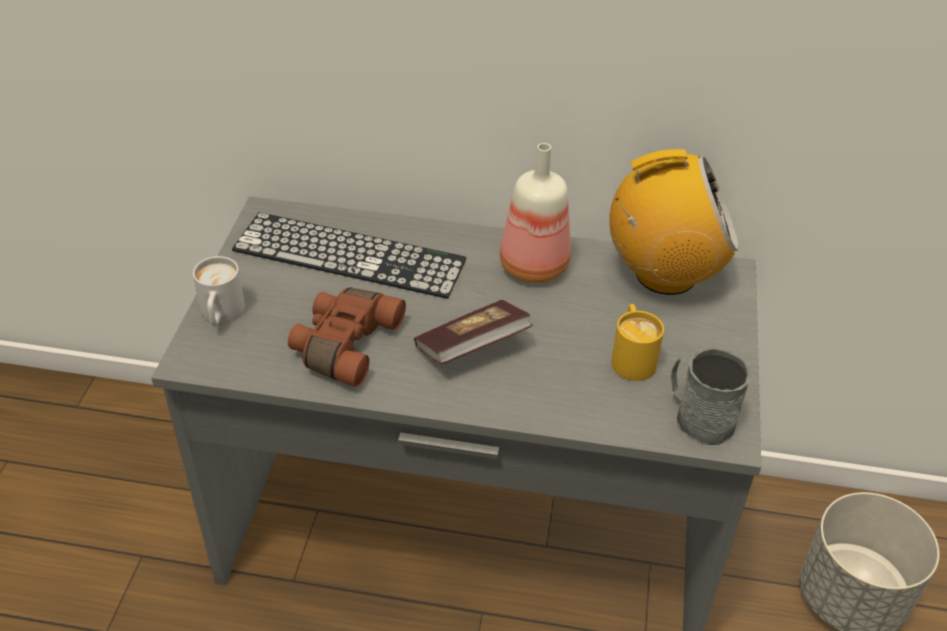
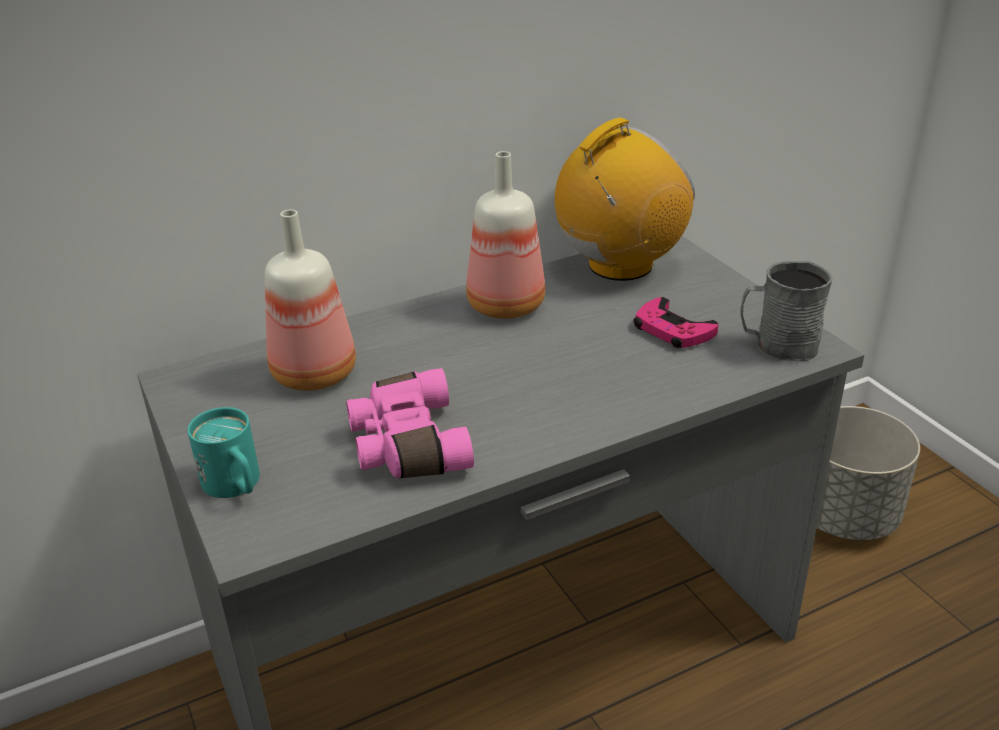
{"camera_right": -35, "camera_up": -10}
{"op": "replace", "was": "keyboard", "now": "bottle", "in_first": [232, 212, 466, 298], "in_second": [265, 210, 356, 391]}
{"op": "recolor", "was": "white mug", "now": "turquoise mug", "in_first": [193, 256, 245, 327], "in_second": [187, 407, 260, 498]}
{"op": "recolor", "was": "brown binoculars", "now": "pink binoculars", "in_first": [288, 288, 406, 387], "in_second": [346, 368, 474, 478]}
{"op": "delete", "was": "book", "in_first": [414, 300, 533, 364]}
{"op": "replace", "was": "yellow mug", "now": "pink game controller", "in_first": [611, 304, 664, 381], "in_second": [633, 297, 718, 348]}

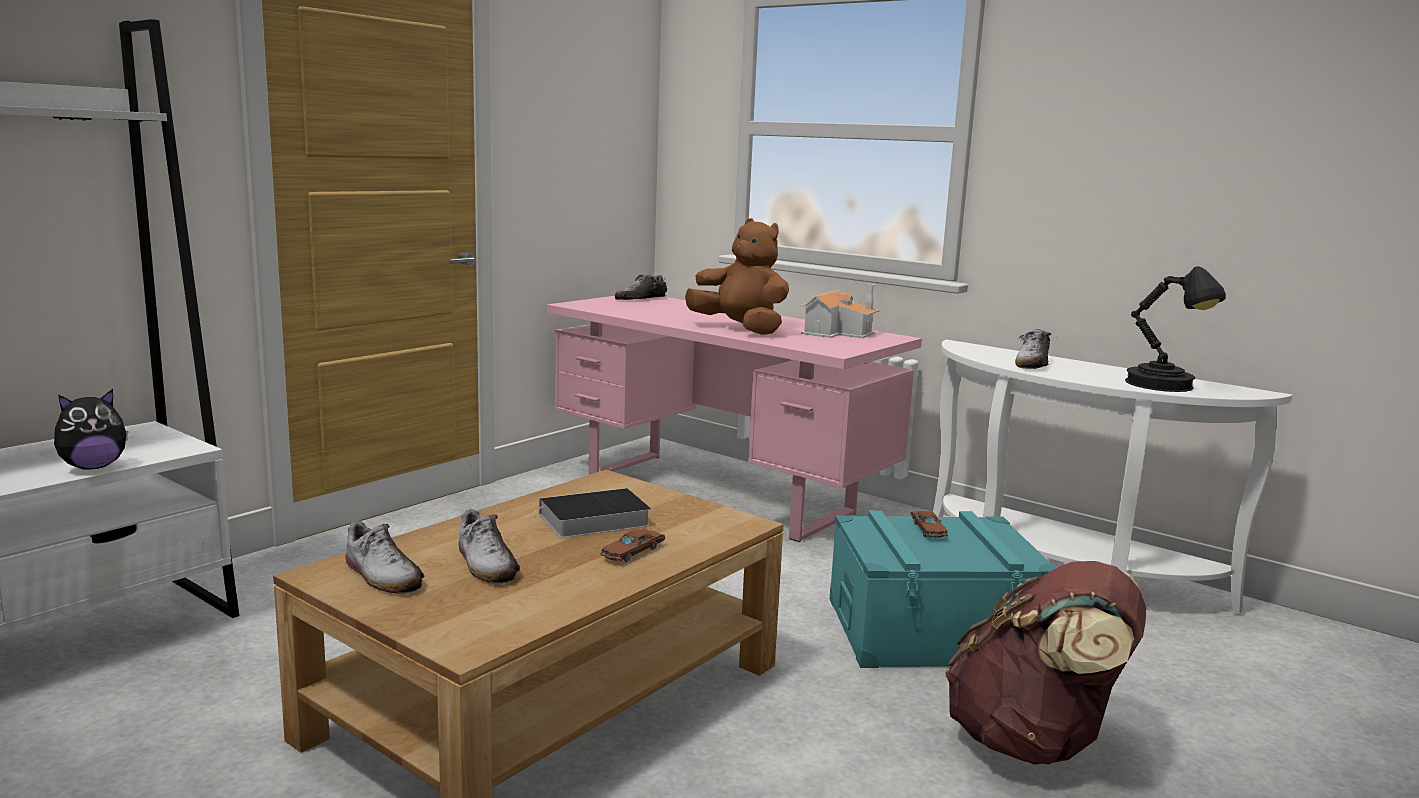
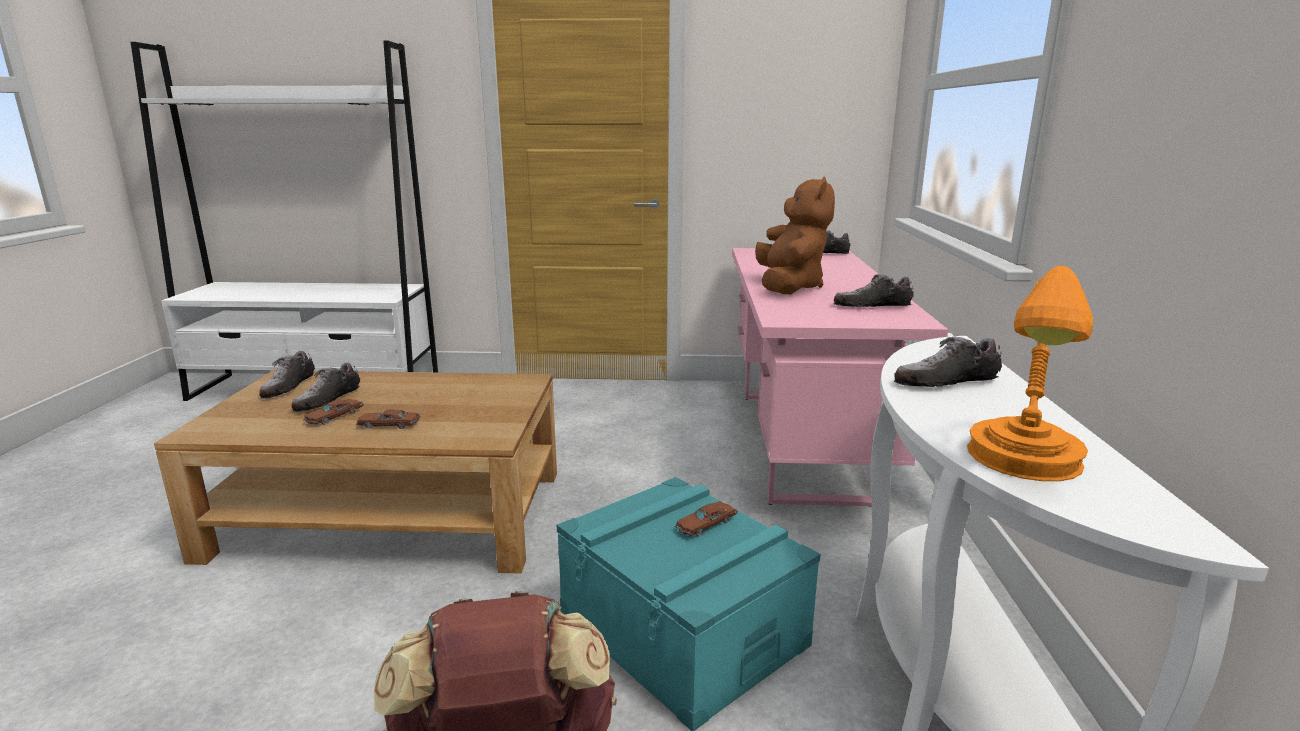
{"camera_right": 55, "camera_up": 5}
{"op": "recolor", "was": "black table lamp", "now": "orange table lamp", "in_first": [1125, 266, 1226, 392], "in_second": [967, 266, 1093, 481]}
{"op": "replace", "was": "toy house", "now": "shoe", "in_first": [800, 284, 879, 338], "in_second": [834, 274, 914, 307]}
{"op": "delete", "was": "plush toy", "in_first": [54, 389, 128, 470]}
{"op": "delete", "was": "book", "in_first": [523, 488, 651, 538]}
{"op": "insert", "now": "brown toy car", "in_second": [303, 399, 364, 425]}

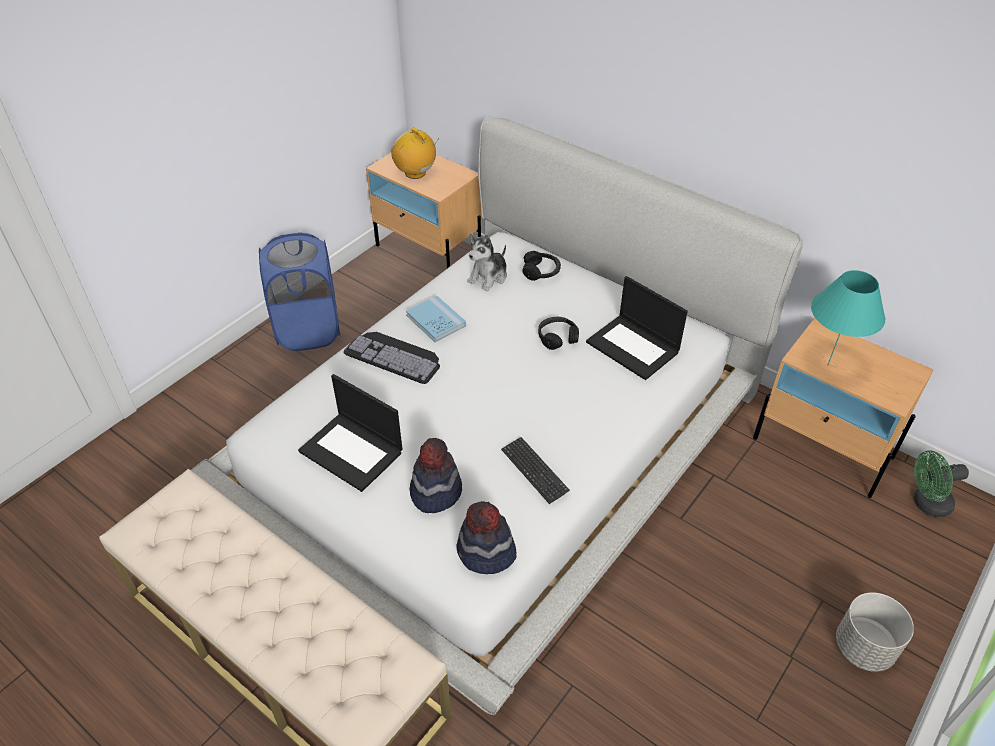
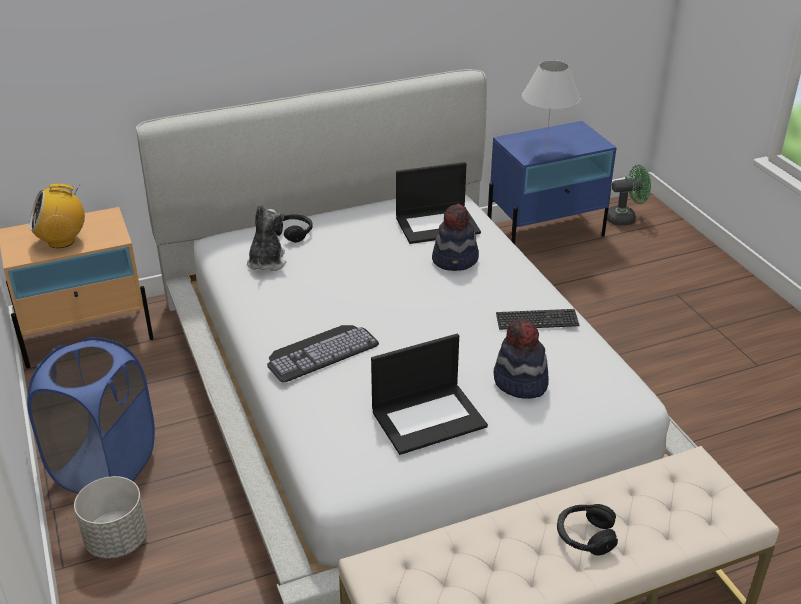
{"camera_right": -60, "camera_up": -10}
{"op": "rotate", "was": "plush toy", "in_first": [467, 234, 507, 291], "in_second": [247, 204, 286, 271], "clockwise": -150}
{"op": "recolor", "was": "turquoise table lamp", "now": "white table lamp", "in_first": [811, 270, 885, 366], "in_second": [522, 60, 581, 150]}
{"op": "delete", "was": "blue book", "in_first": [406, 296, 466, 342]}
{"op": "move", "was": "black headphones", "in_first": [538, 317, 579, 350], "in_second": [557, 504, 618, 556]}
{"op": "recolor", "was": "beige nightstand", "now": "blue nightstand", "in_first": [753, 318, 934, 498], "in_second": [488, 121, 617, 244]}
{"op": "rotate", "was": "green fan", "in_first": [914, 450, 969, 517], "in_second": [607, 165, 651, 226], "clockwise": -120}
{"op": "move", "was": "hat", "in_first": [456, 501, 517, 574], "in_second": [432, 204, 479, 271]}
{"op": "move", "was": "grey planter", "in_first": [836, 592, 914, 672], "in_second": [74, 476, 147, 559]}

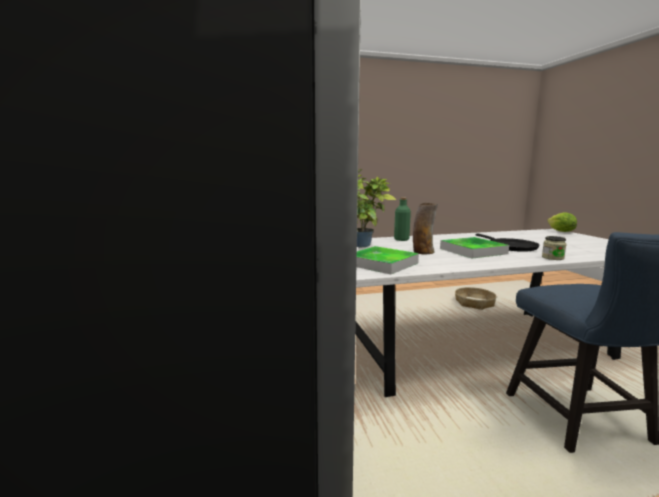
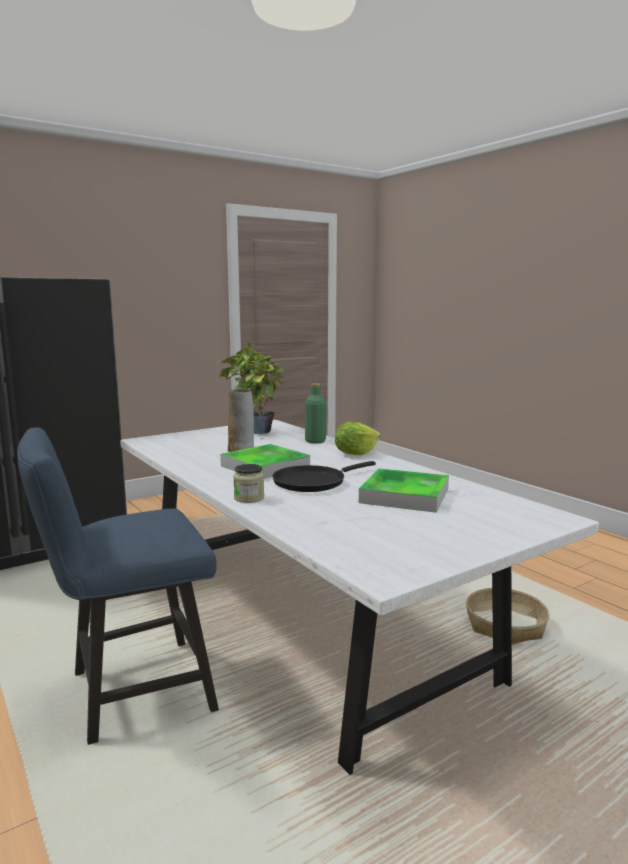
{"camera_right": 70, "camera_up": 0}
{"op": "move", "was": "lettuce", "in_first": [547, 213, 577, 232], "in_second": [335, 422, 381, 455]}
{"op": "move", "was": "tray", "in_first": [356, 246, 419, 274], "in_second": [359, 468, 449, 513]}

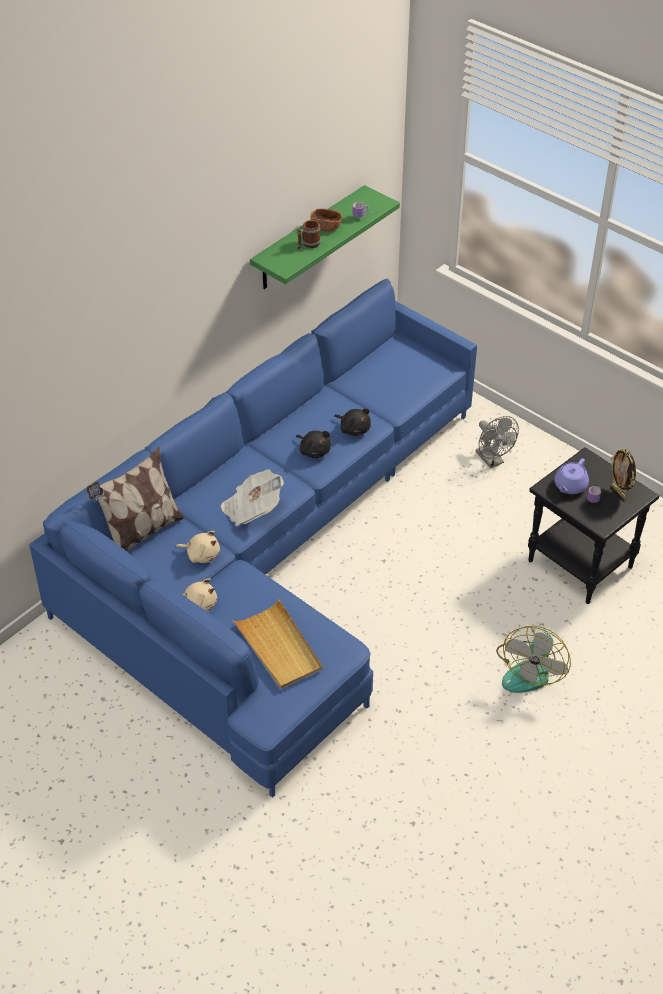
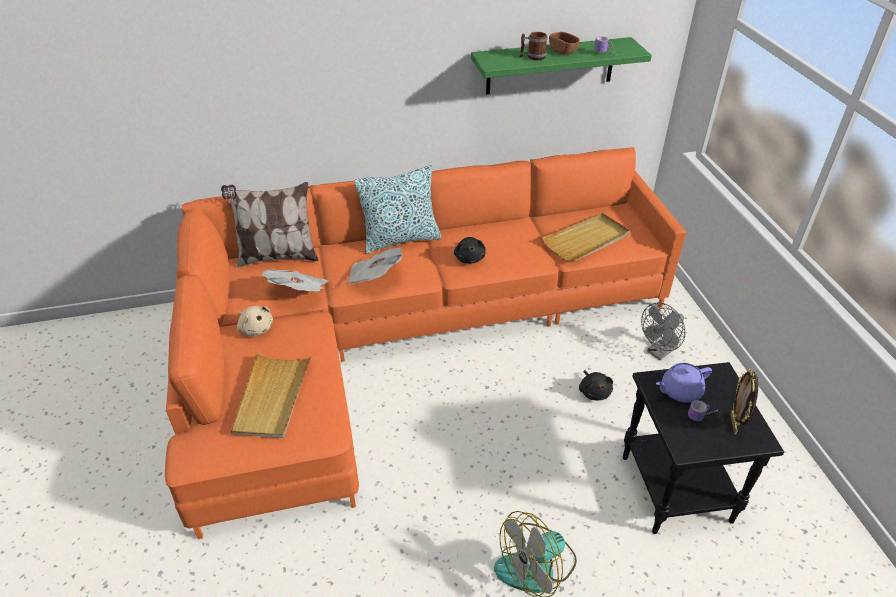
{"camera_right": 35, "camera_up": -5}
{"op": "recolor", "was": "blue sofa", "now": "orange sofa", "in_first": [29, 279, 477, 798], "in_second": [165, 147, 686, 539]}
{"op": "move", "was": "black plush toy", "in_first": [334, 409, 371, 436], "in_second": [579, 370, 613, 401]}
{"op": "rotate", "was": "grey fan", "in_first": [476, 416, 519, 468], "in_second": [641, 303, 686, 360], "clockwise": 45}
{"op": "replace", "was": "beige plush toy", "now": "newspaper", "in_first": [176, 531, 220, 563], "in_second": [262, 270, 328, 292]}
{"op": "insert", "now": "pillow", "in_second": [354, 165, 441, 254]}
{"op": "insert", "now": "beige tray", "in_second": [542, 213, 630, 262]}

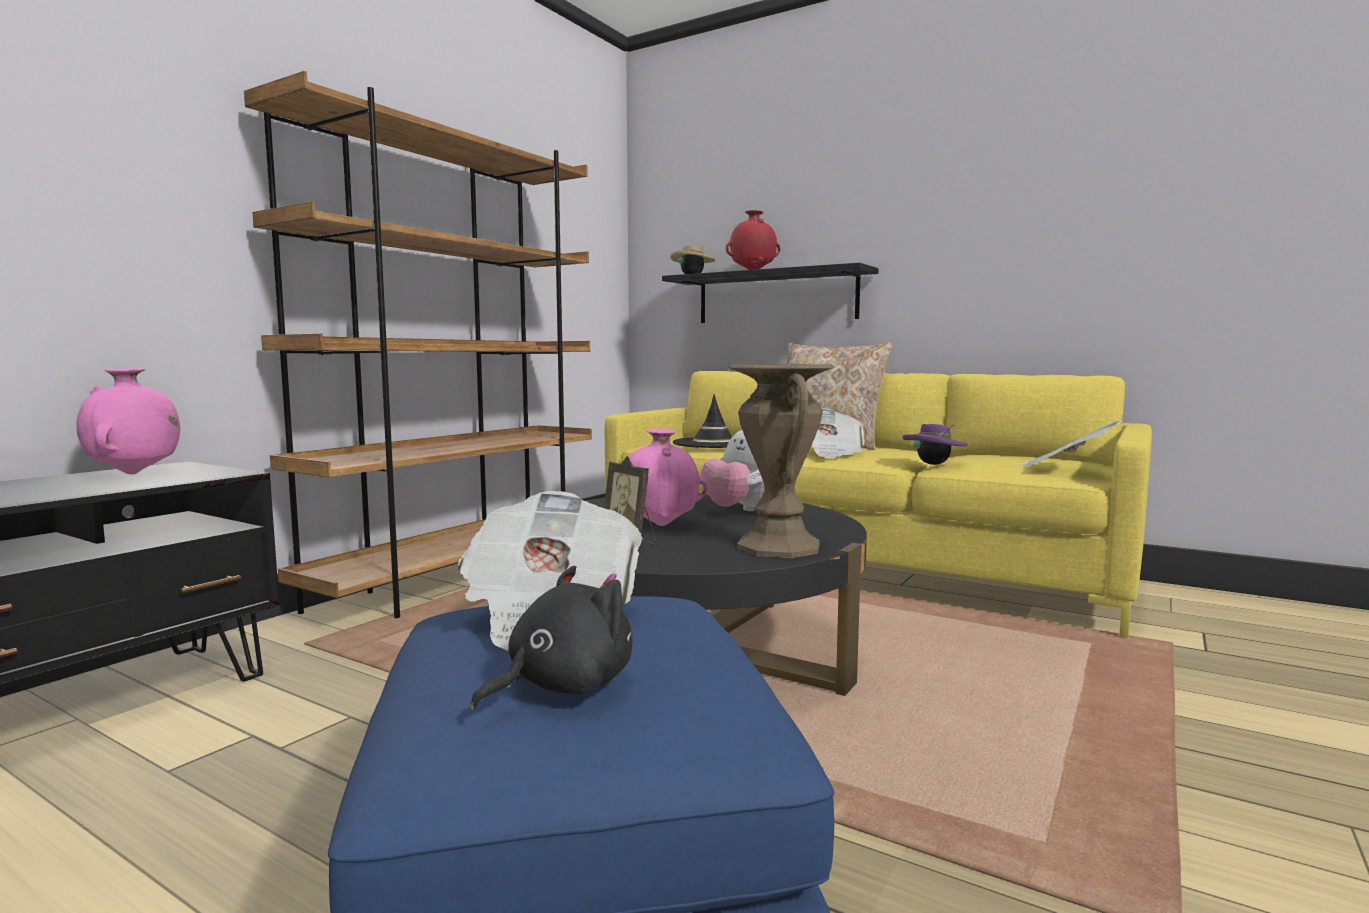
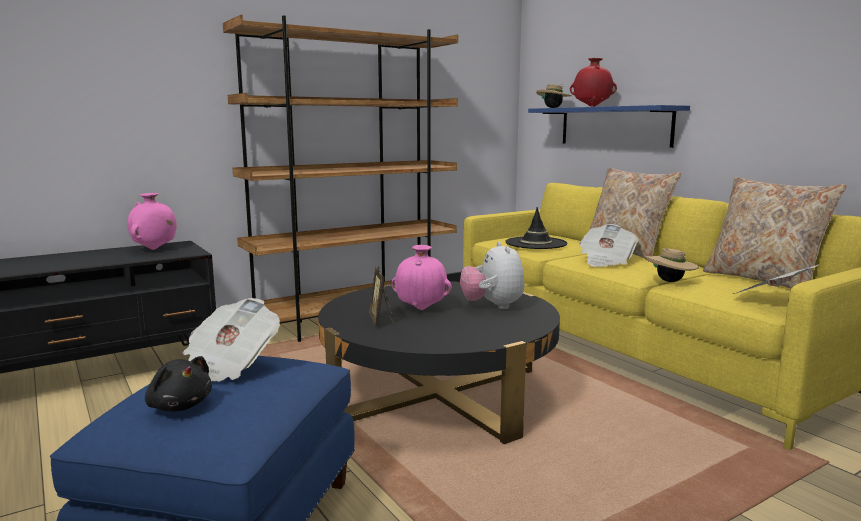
{"camera_right": 25, "camera_up": 5}
{"op": "recolor", "was": "black shelf", "now": "blue shelf", "in_first": [662, 263, 878, 323], "in_second": [528, 105, 690, 148]}
{"op": "delete", "was": "brown vase", "in_first": [728, 364, 834, 558]}
{"op": "recolor", "was": "purple hat", "now": "beige hat", "in_first": [903, 424, 968, 465], "in_second": [646, 248, 699, 282]}
{"op": "rotate", "was": "black plush toy", "in_first": [470, 566, 632, 710], "in_second": [145, 356, 212, 412], "clockwise": 60}
{"op": "insert", "now": "beige pillow", "in_second": [703, 177, 847, 289]}

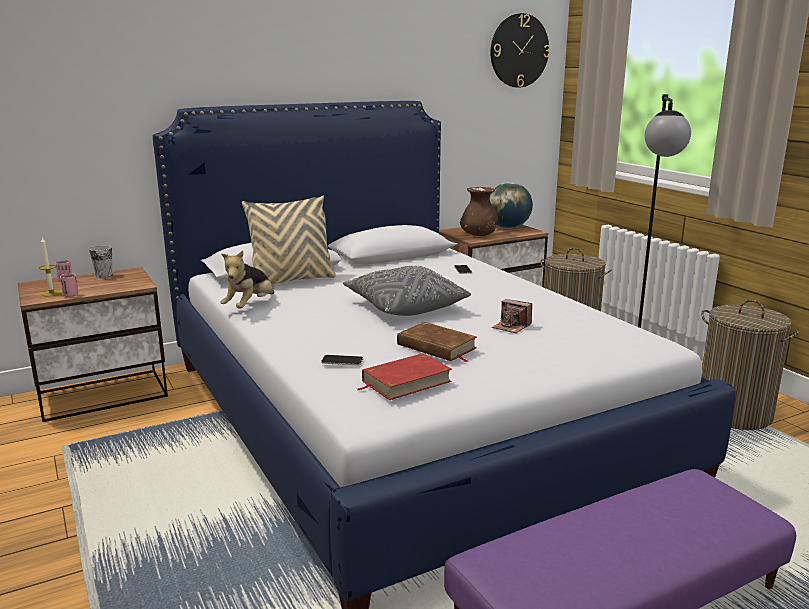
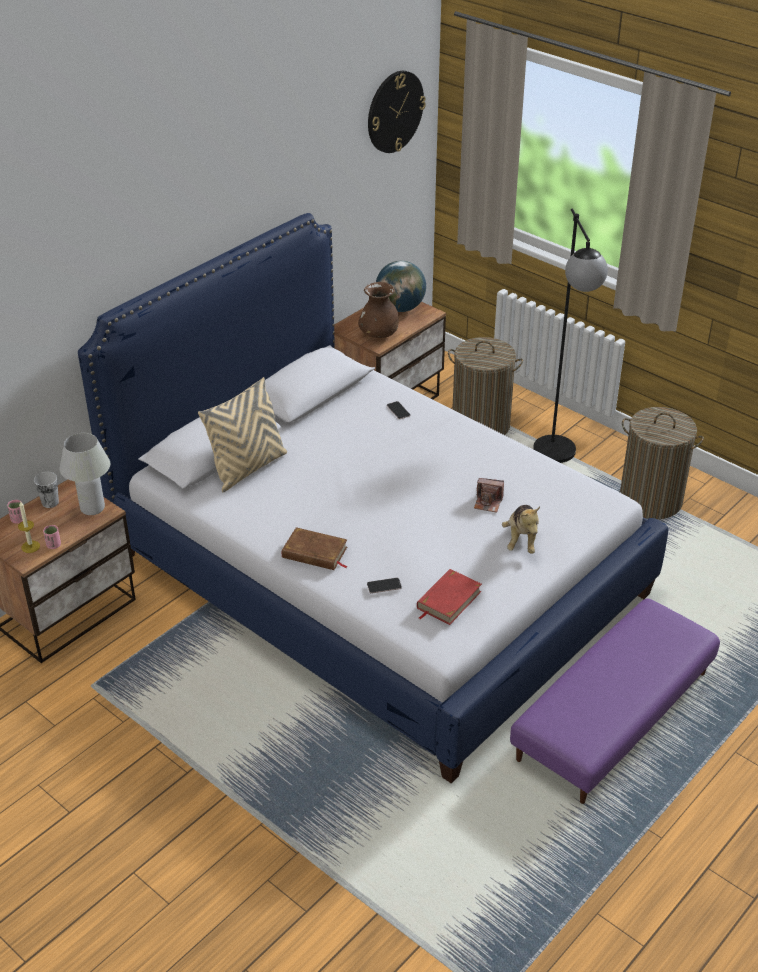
{"camera_right": -20, "camera_up": 20}
{"op": "move", "was": "plush toy", "in_first": [220, 251, 274, 309], "in_second": [502, 505, 540, 554]}
{"op": "delete", "was": "grey pillow", "in_first": [343, 266, 471, 316]}
{"op": "move", "was": "brown book", "in_first": [397, 322, 477, 362], "in_second": [282, 527, 348, 570]}
{"op": "insert", "now": "white table lamp", "in_second": [59, 433, 110, 515]}

